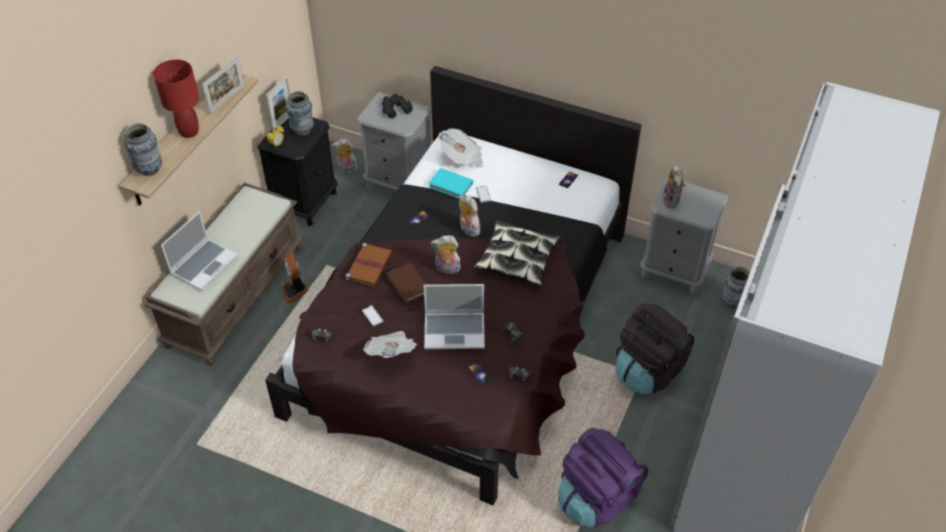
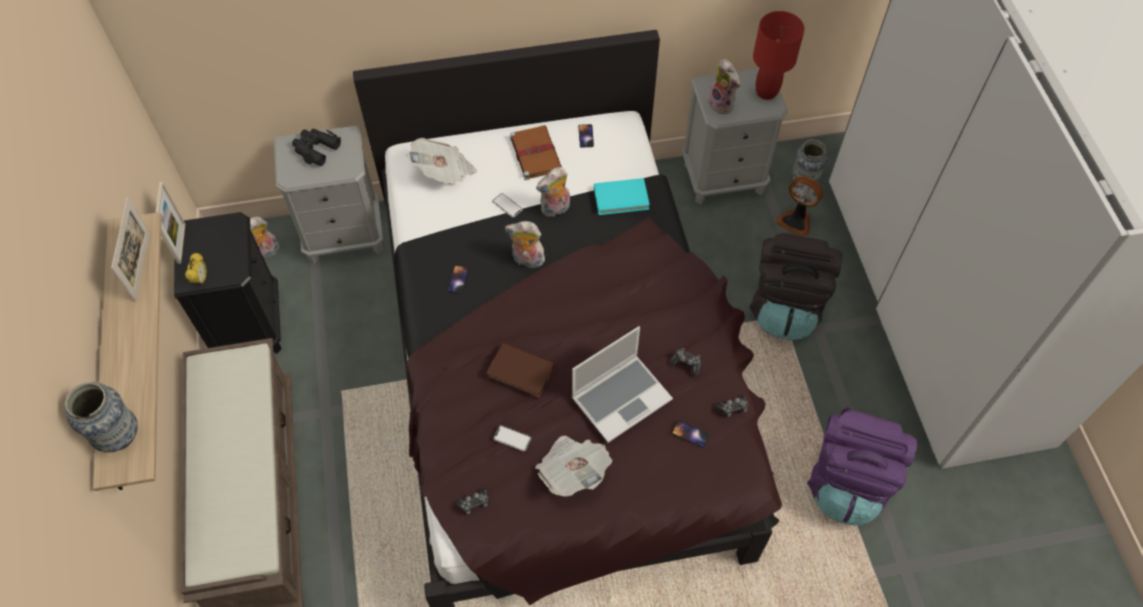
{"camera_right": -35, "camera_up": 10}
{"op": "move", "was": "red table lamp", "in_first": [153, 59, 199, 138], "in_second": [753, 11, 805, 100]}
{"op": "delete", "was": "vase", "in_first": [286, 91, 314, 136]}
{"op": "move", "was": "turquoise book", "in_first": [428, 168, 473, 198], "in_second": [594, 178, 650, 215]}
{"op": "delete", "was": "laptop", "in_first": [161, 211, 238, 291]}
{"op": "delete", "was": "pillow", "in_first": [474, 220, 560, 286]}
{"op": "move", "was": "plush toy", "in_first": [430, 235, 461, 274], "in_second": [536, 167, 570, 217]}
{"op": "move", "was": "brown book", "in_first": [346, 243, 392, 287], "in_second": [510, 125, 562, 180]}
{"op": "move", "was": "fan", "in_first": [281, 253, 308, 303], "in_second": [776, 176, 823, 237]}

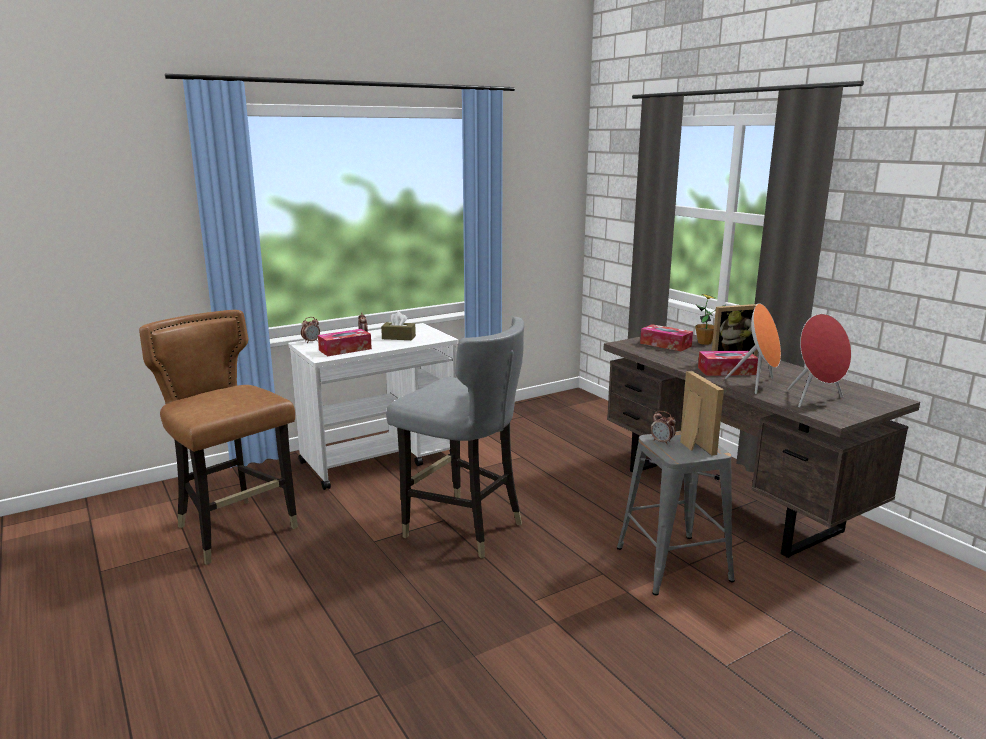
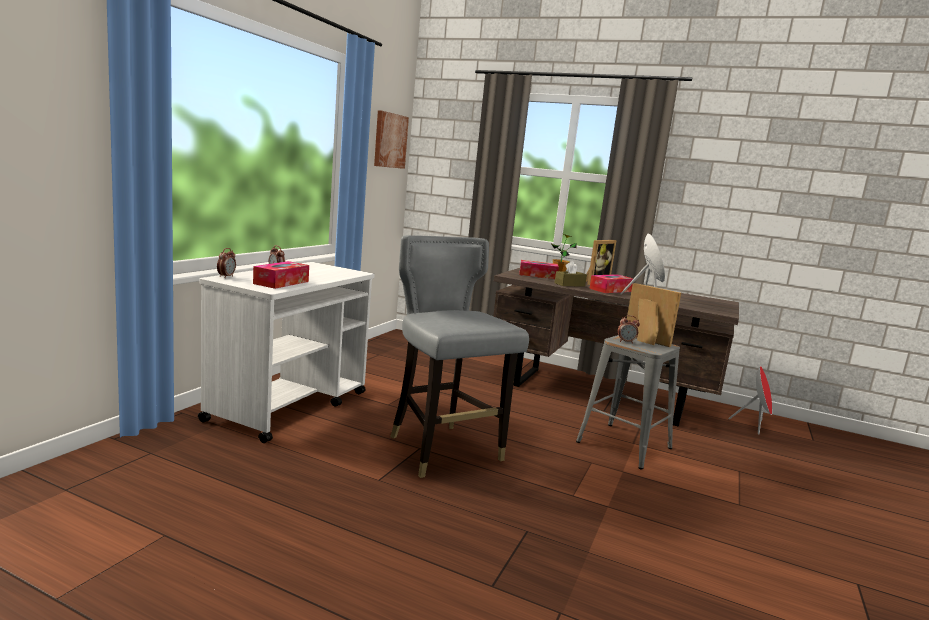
{"camera_right": -35, "camera_up": -5}
{"op": "delete", "was": "brown chair", "in_first": [139, 310, 298, 565]}
{"op": "move", "was": "brown tissue box", "in_first": [381, 312, 416, 340], "in_second": [554, 261, 587, 286]}
{"op": "move", "was": "red speaker", "in_first": [787, 314, 851, 408], "in_second": [728, 366, 772, 434]}
{"op": "rotate", "was": "grey chair", "in_first": [386, 317, 524, 558], "in_second": [390, 235, 529, 478], "clockwise": -120}
{"op": "insert", "now": "picture", "in_second": [374, 110, 409, 169]}

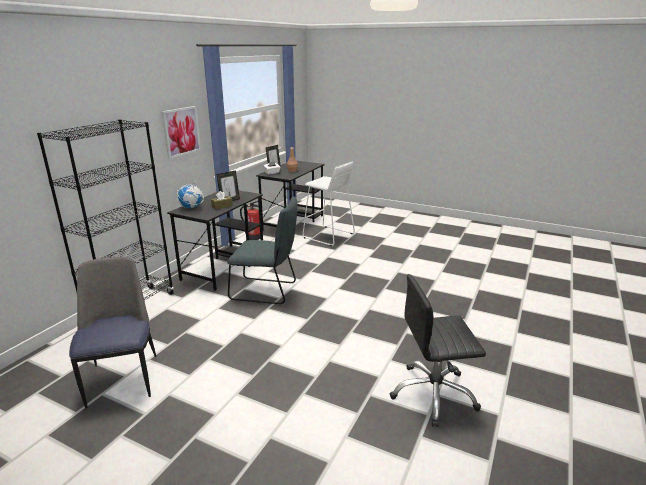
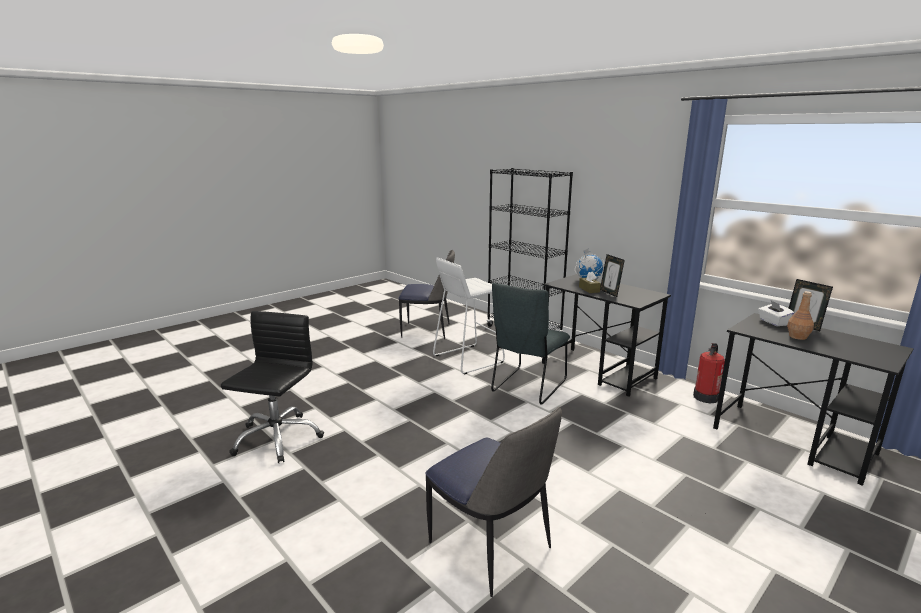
{"camera_right": 110, "camera_up": -5}
{"op": "delete", "was": "picture", "in_first": [162, 106, 201, 159]}
{"op": "move", "was": "white stool", "in_first": [303, 162, 355, 246], "in_second": [433, 258, 505, 374]}
{"op": "insert", "now": "chair", "in_second": [426, 406, 562, 597]}

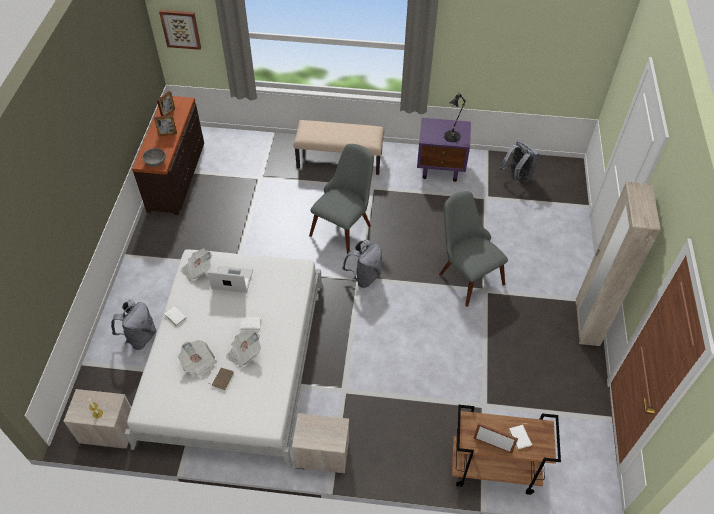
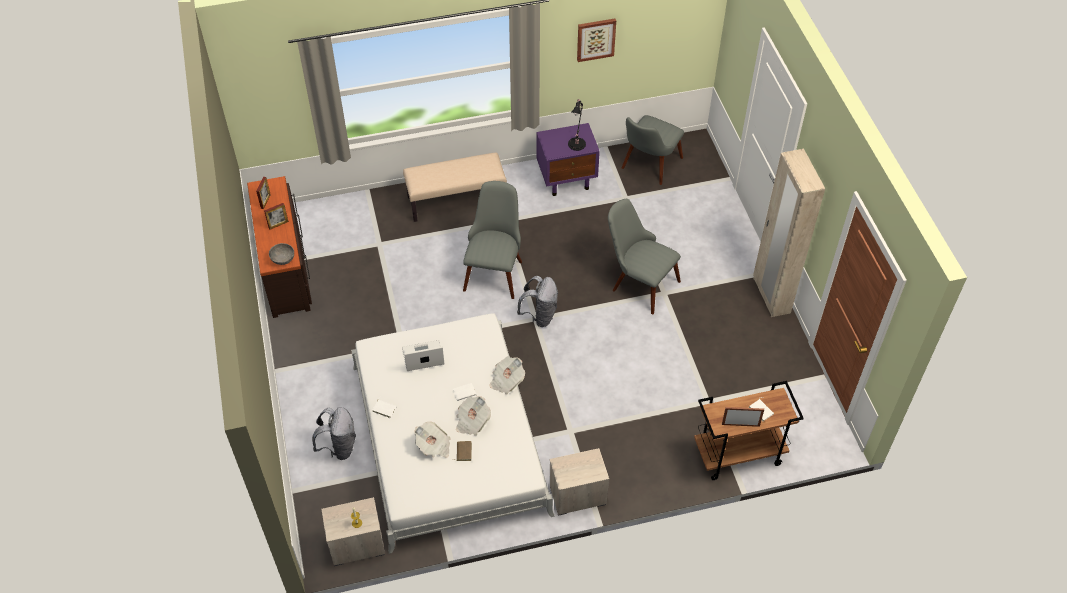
{"camera_right": -20, "camera_up": 0}
{"op": "move", "was": "picture", "in_first": [159, 10, 201, 50], "in_second": [577, 19, 616, 62]}
{"op": "replace", "was": "grey backpack", "now": "grey chair", "in_first": [499, 140, 539, 184], "in_second": [622, 115, 684, 185]}
{"op": "move", "was": "newspaper", "in_first": [181, 249, 212, 281], "in_second": [489, 356, 525, 394]}

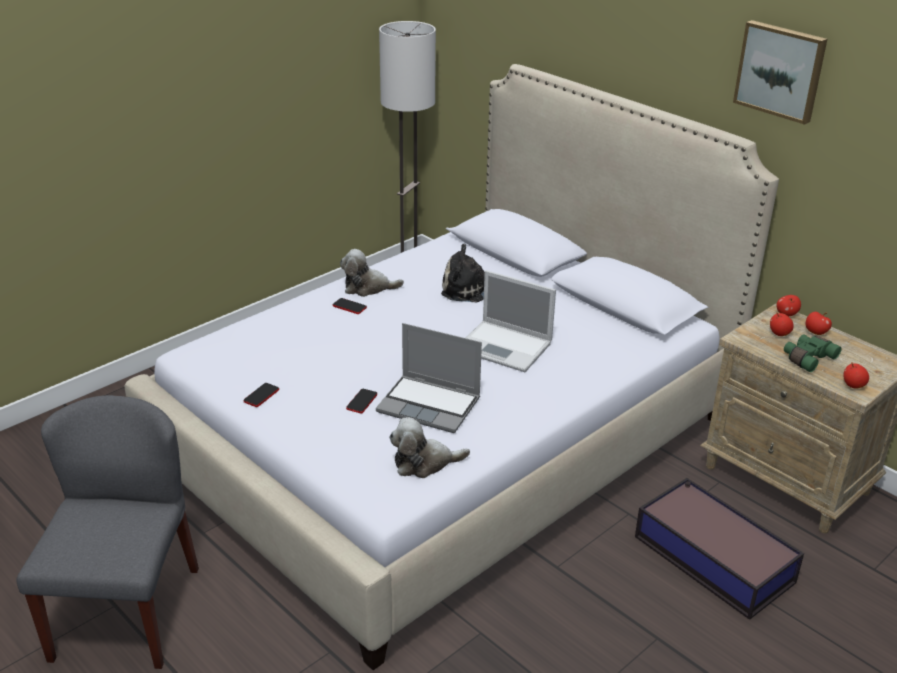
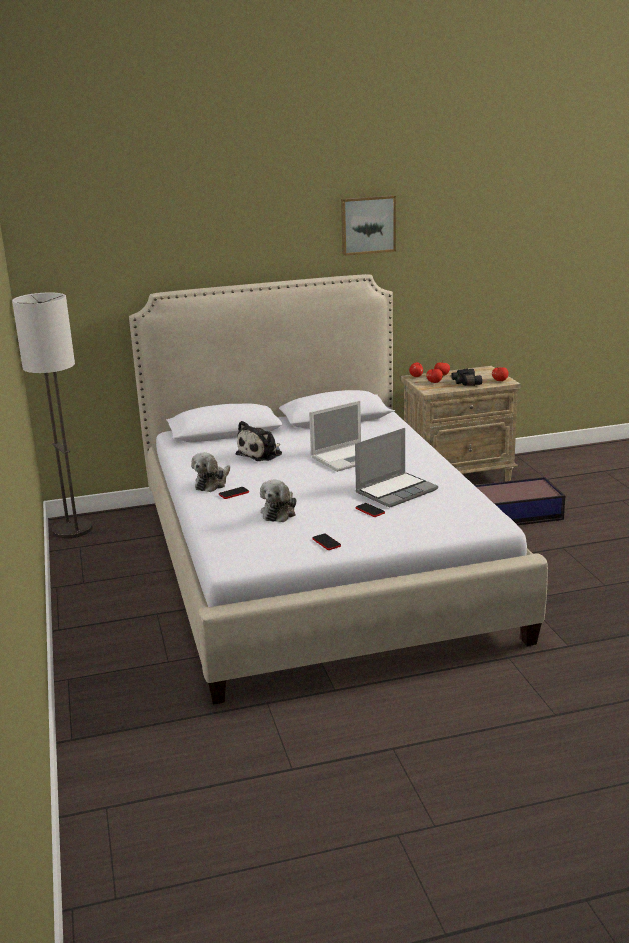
{"camera_right": -60, "camera_up": -10}
{"op": "recolor", "was": "green binoculars", "now": "black binoculars", "in_first": [784, 334, 841, 372], "in_second": [451, 368, 482, 386]}
{"op": "delete", "was": "grey chair", "in_first": [16, 395, 199, 669]}
{"op": "move", "was": "plush toy", "in_first": [389, 417, 470, 478], "in_second": [260, 480, 297, 522]}

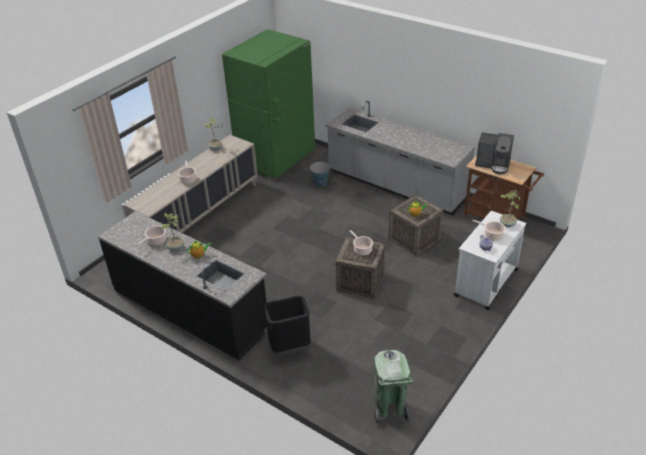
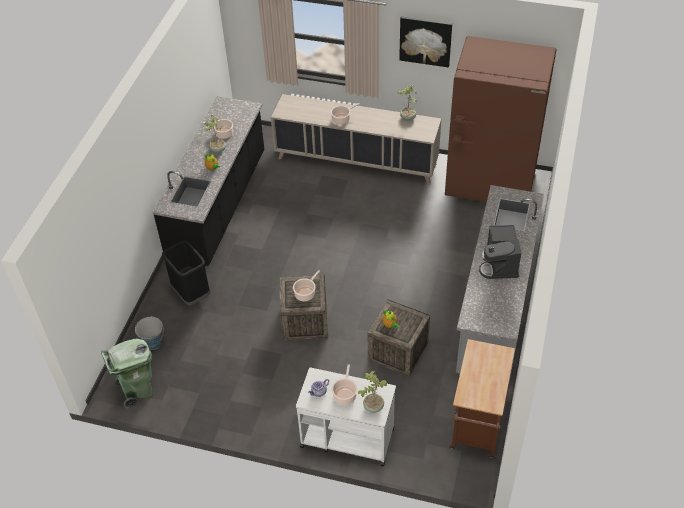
{"camera_right": 70, "camera_up": 10}
{"op": "recolor", "was": "green fridge", "now": "brown fridge", "in_first": [222, 29, 315, 179], "in_second": [445, 36, 556, 202]}
{"op": "move", "was": "coffee machine", "in_first": [475, 132, 514, 175], "in_second": [479, 225, 521, 279]}
{"op": "move", "was": "bucket", "in_first": [310, 162, 331, 187], "in_second": [135, 316, 165, 350]}
{"op": "insert", "now": "picture", "in_second": [399, 16, 452, 67]}

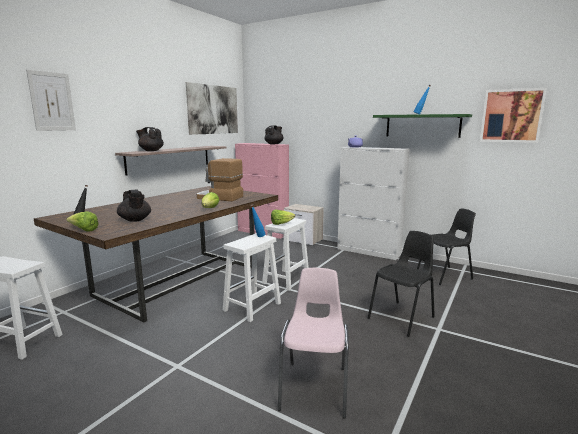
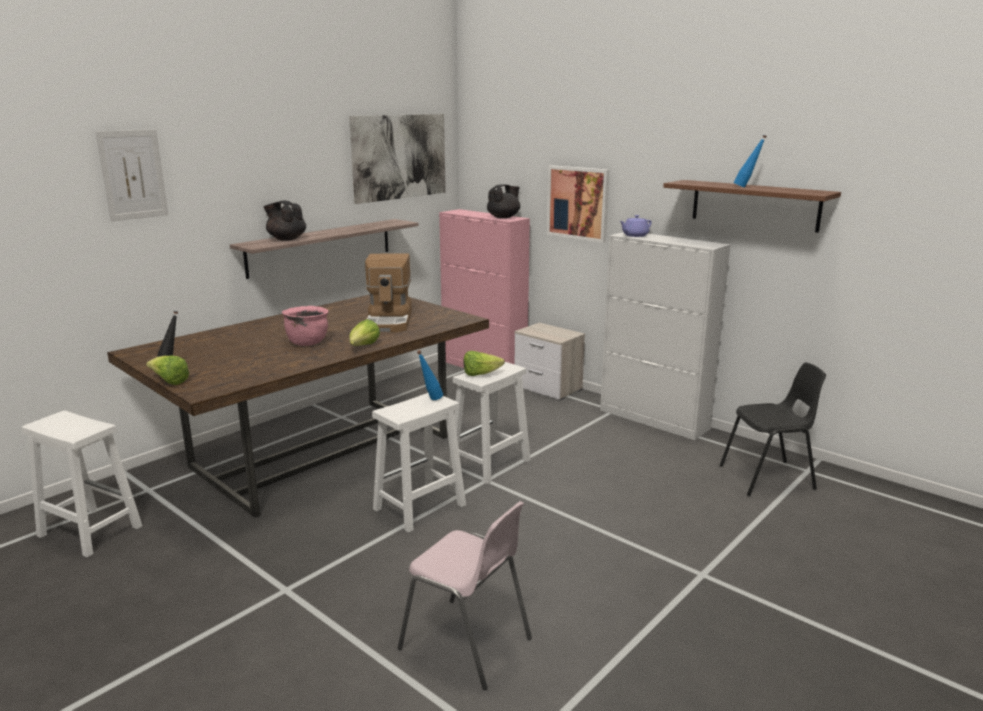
{"camera_right": 10, "camera_up": 5}
{"op": "move", "was": "picture", "in_first": [480, 88, 547, 143], "in_second": [547, 165, 610, 243]}
{"op": "recolor", "was": "green shelf", "now": "brown shelf", "in_first": [373, 114, 472, 138], "in_second": [663, 180, 841, 233]}
{"op": "rotate", "was": "coffee machine", "in_first": [197, 158, 243, 201], "in_second": [365, 253, 412, 332], "clockwise": -120}
{"op": "delete", "was": "black teapot", "in_first": [117, 190, 151, 222]}
{"op": "delete", "was": "black chair", "in_first": [368, 231, 435, 337]}
{"op": "rotate", "was": "pink chair", "in_first": [278, 268, 349, 418], "in_second": [398, 501, 532, 690], "clockwise": 105}
{"op": "insert", "now": "pink cooking pot", "in_second": [282, 306, 328, 346]}

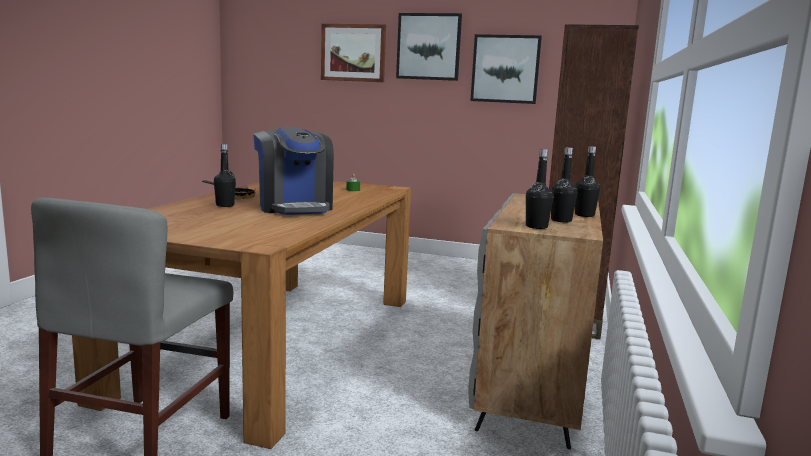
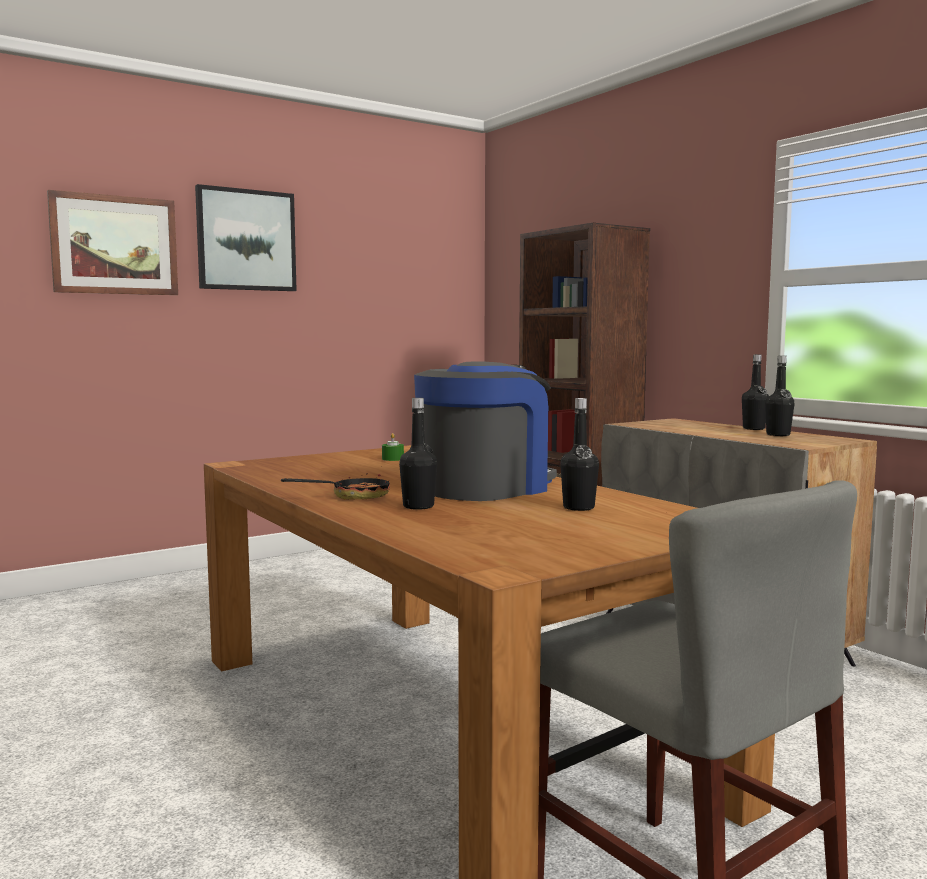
{"camera_right": -50, "camera_up": -5}
{"op": "delete", "was": "picture", "in_first": [470, 34, 542, 104]}
{"op": "rotate", "was": "coffee machine", "in_first": [253, 127, 334, 215], "in_second": [414, 362, 557, 501], "clockwise": -60}
{"op": "move", "was": "black bottle", "in_first": [526, 149, 554, 229], "in_second": [560, 398, 599, 511]}

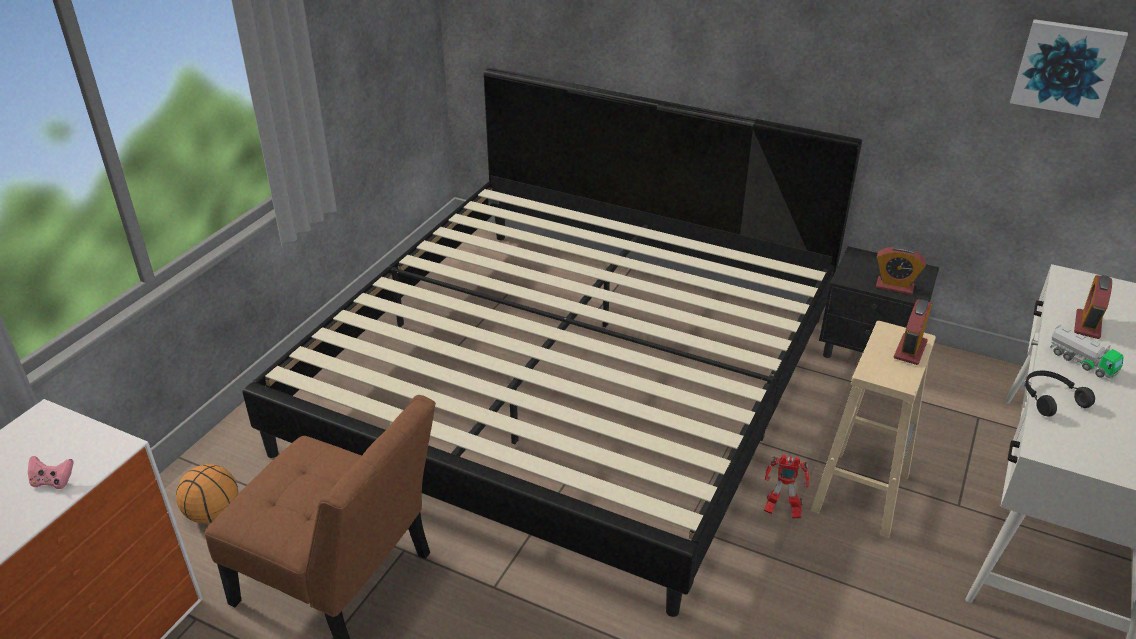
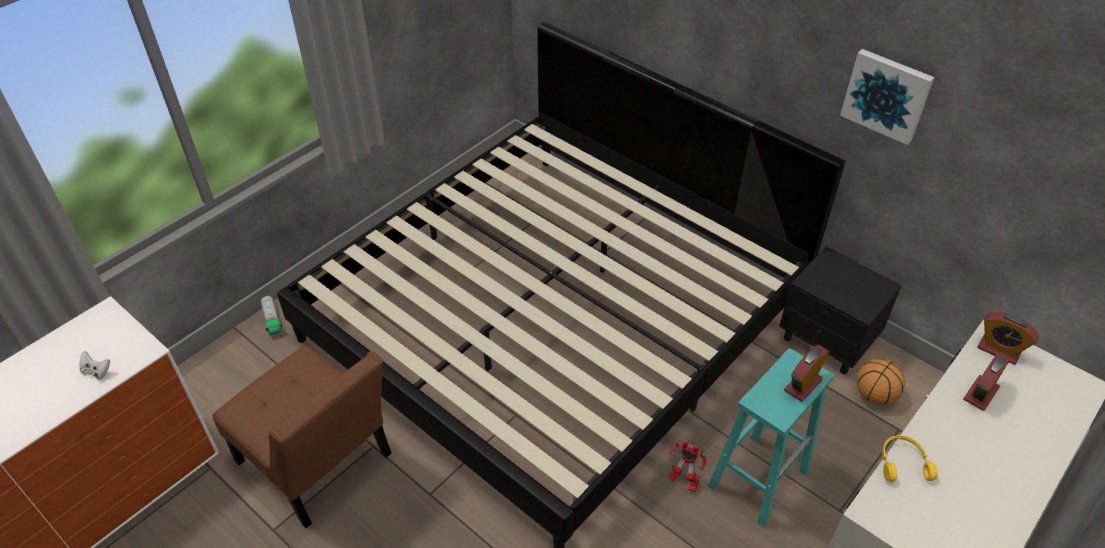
{"camera_right": 15, "camera_up": 10}
{"op": "move", "was": "picture", "in_first": [1010, 19, 1128, 118], "in_second": [840, 49, 934, 145]}
{"op": "move", "was": "alarm clock", "in_first": [876, 246, 926, 295], "in_second": [977, 312, 1039, 365]}
{"op": "recolor", "was": "beige stool", "now": "turquoise stool", "in_first": [811, 321, 936, 538], "in_second": [708, 348, 834, 527]}
{"op": "move", "was": "toy truck", "in_first": [1050, 325, 1123, 379], "in_second": [261, 295, 283, 337]}
{"op": "recolor", "was": "black headphones", "now": "yellow headphones", "in_first": [1025, 371, 1095, 417], "in_second": [882, 435, 938, 482]}
{"op": "recolor", "was": "pink game controller", "now": "white game controller", "in_first": [28, 456, 74, 489], "in_second": [79, 351, 110, 380]}
{"op": "move", "was": "basketball", "in_first": [176, 464, 238, 524], "in_second": [856, 358, 905, 405]}

